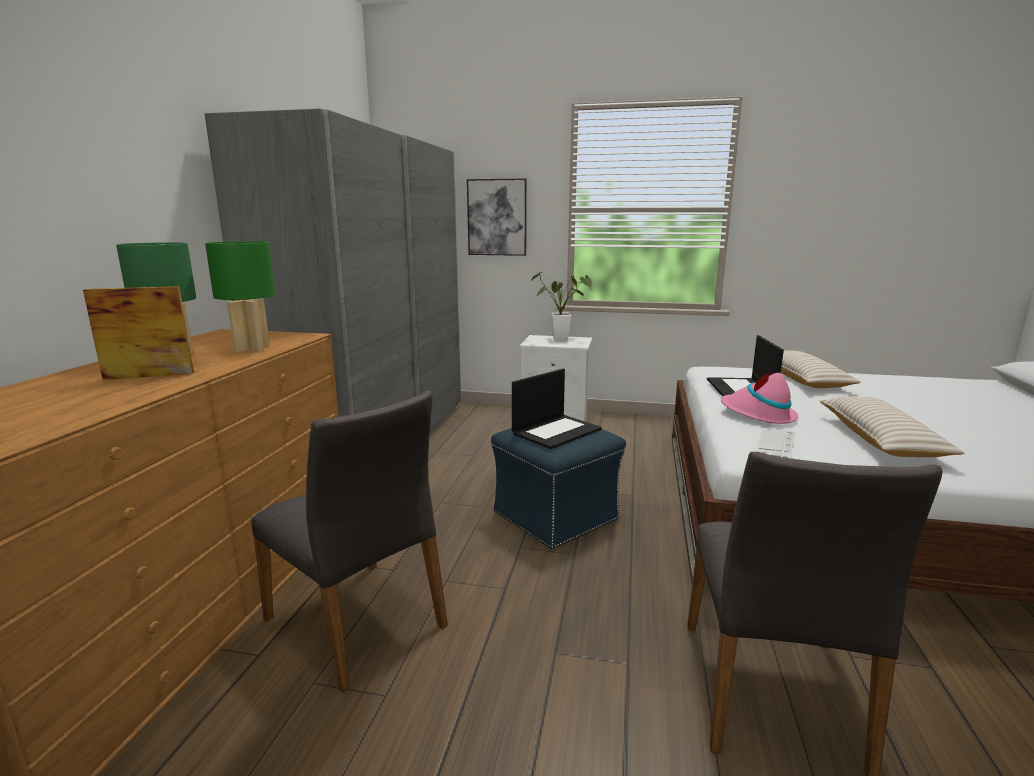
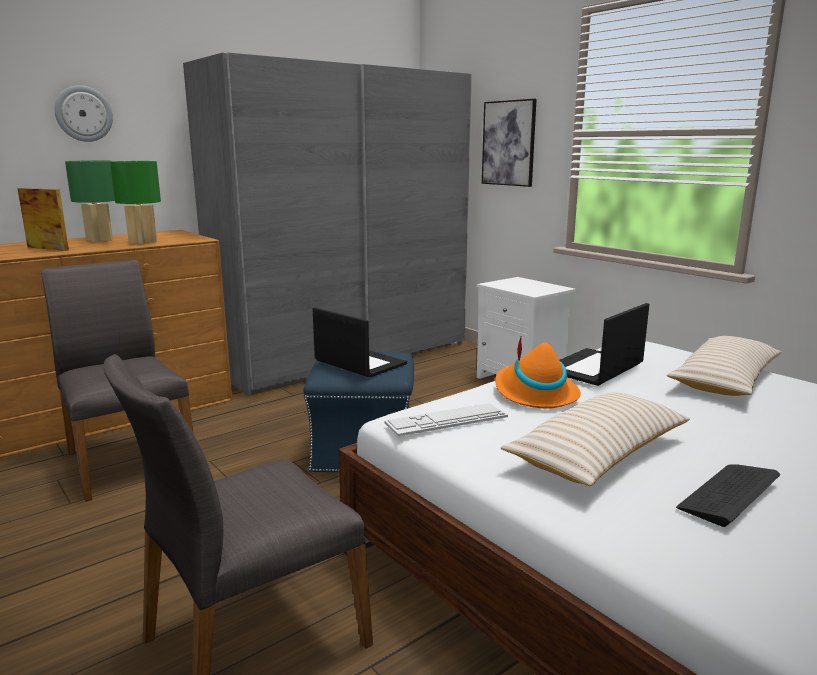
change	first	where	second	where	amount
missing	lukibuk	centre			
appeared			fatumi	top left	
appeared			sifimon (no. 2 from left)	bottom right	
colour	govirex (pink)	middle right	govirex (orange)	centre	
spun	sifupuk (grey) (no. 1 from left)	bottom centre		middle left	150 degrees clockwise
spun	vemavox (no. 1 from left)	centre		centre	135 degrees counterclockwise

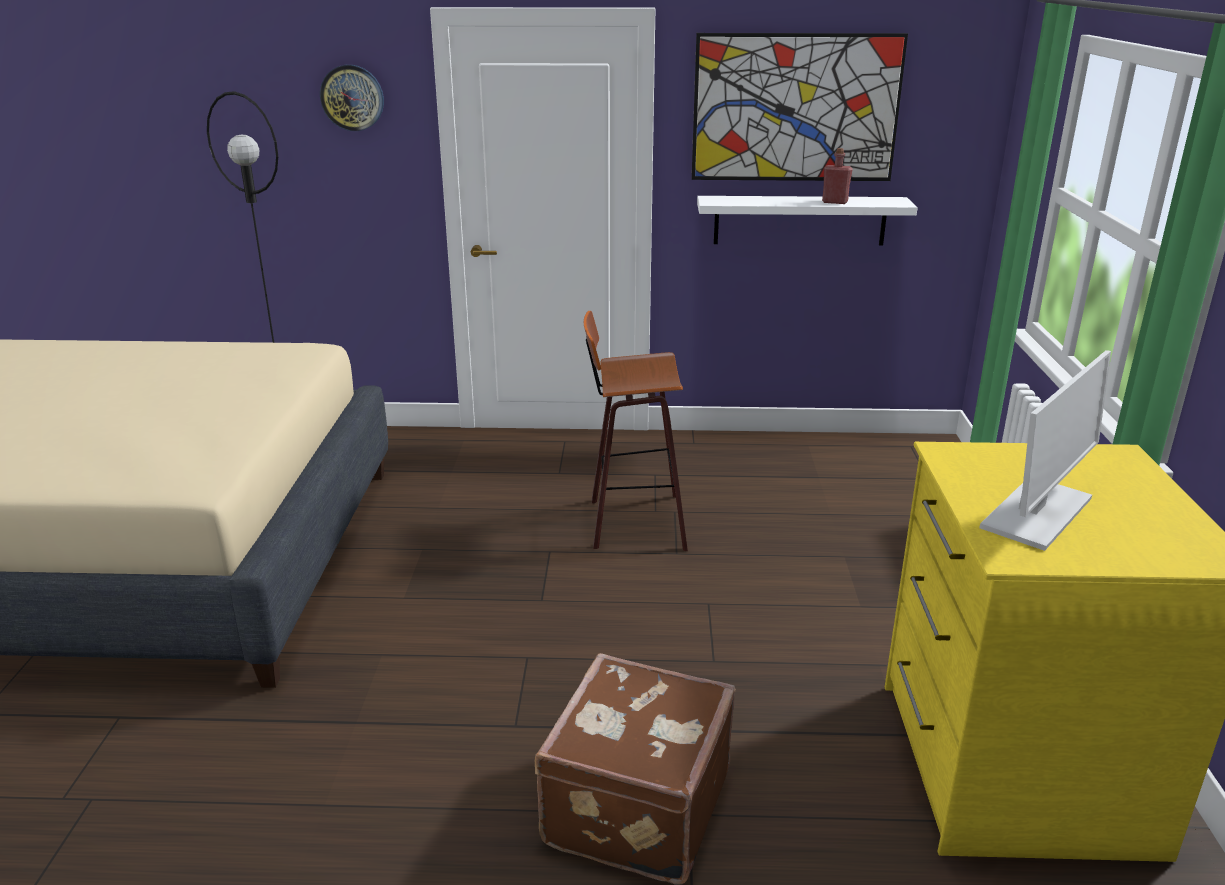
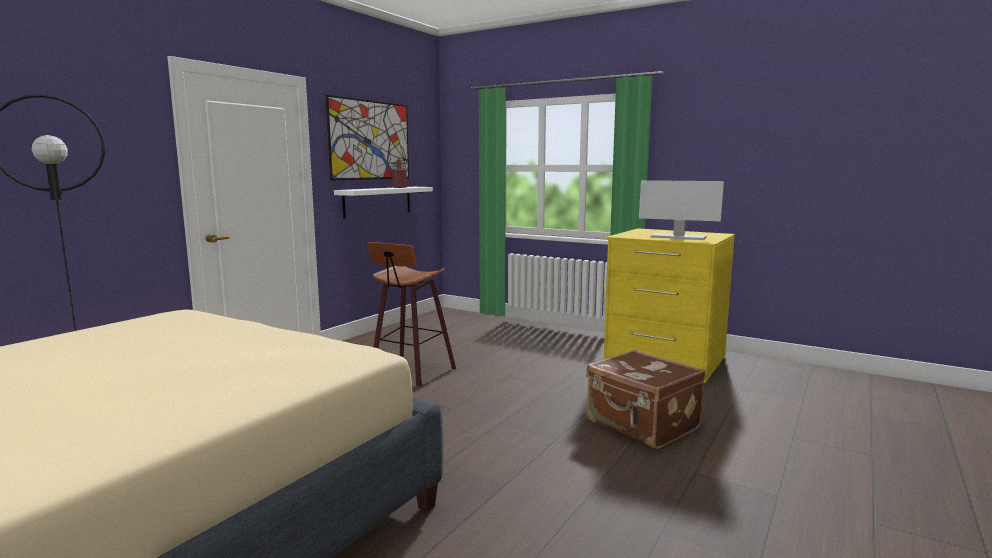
change	first	where	second	where	amount
missing	fatumi	top left			
spun	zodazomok	middle right		middle right	135 degrees clockwise

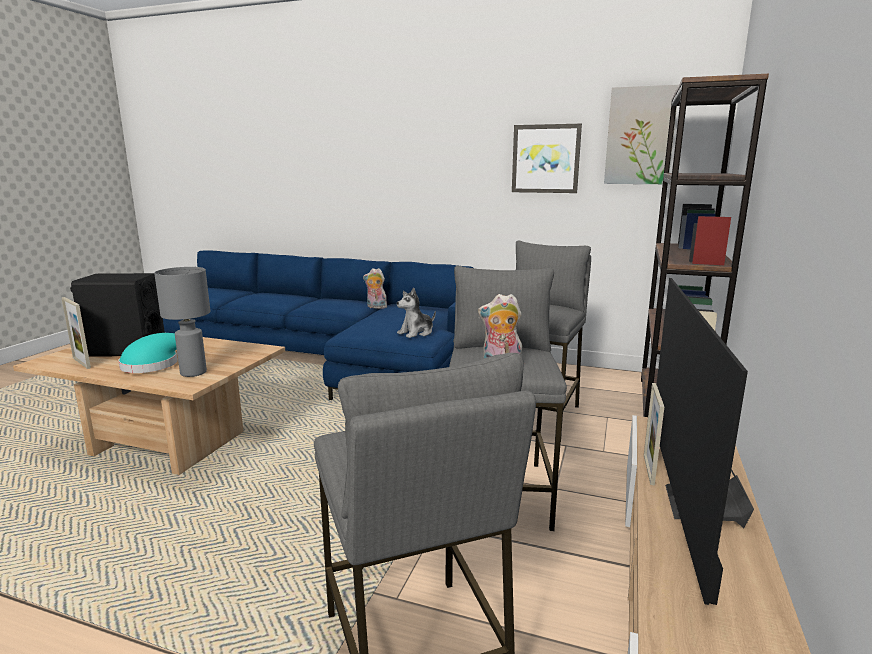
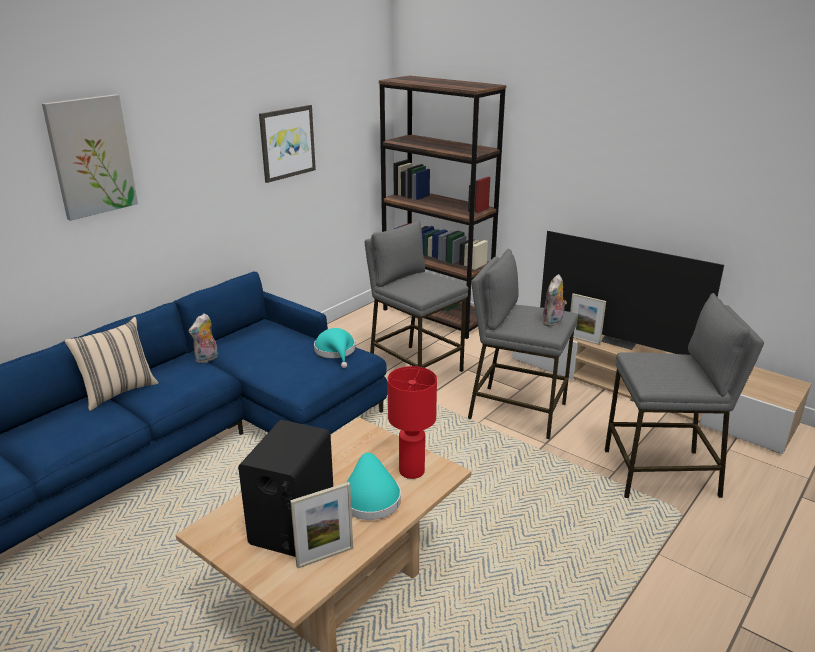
change	first	where	second	where	amount
appeared			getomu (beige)	middle left	
relocated	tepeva (no. 2 from left in the first image)	top right	tepeva (no. 1 from left)	top left	
exchanged	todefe (no. 2 from left)	centre	govirex (turquoise) (no. 1 from left)	centre	
colour	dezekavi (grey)	middle left	dezekavi (red)	centre	

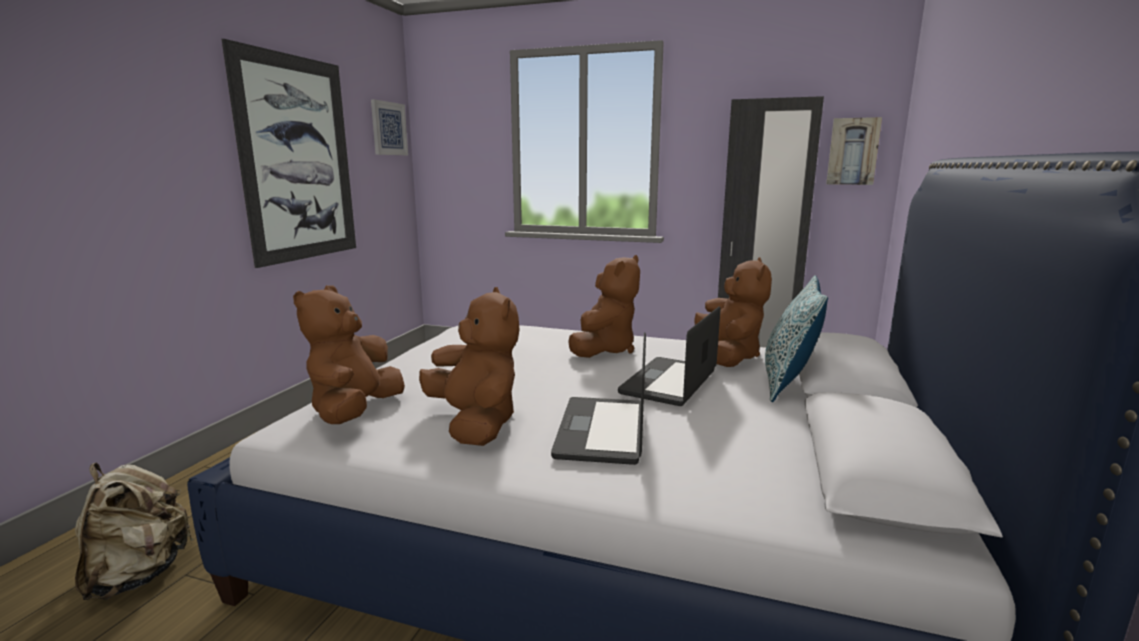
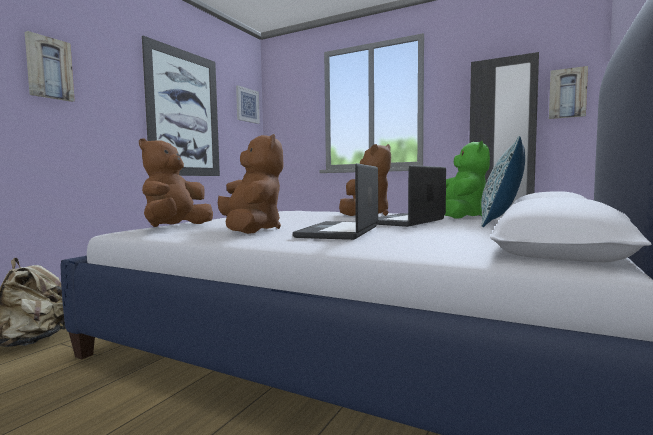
change	first	where	second	where	amount
appeared			tepeva (no. 1 from left)	top left	
colour	todefe (brown) (no. 4 from left)	centre	todefe (green)	middle right	

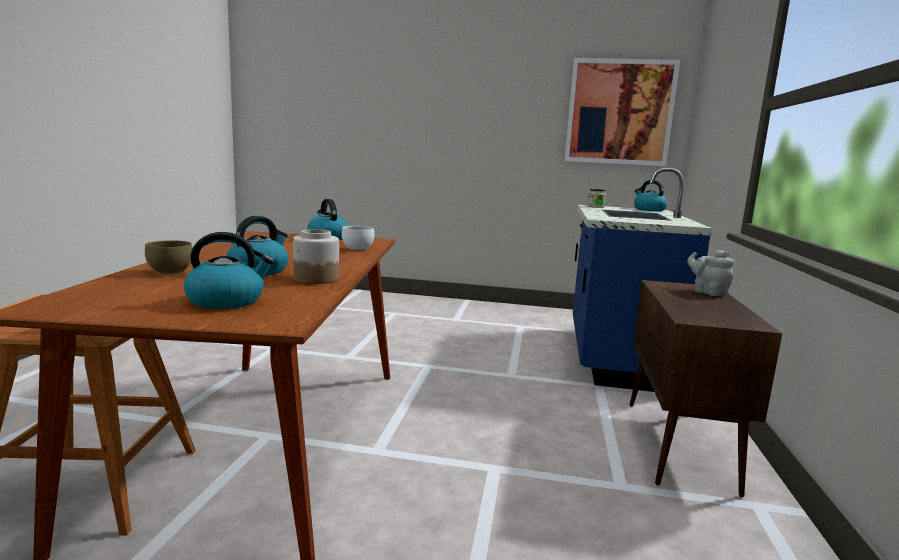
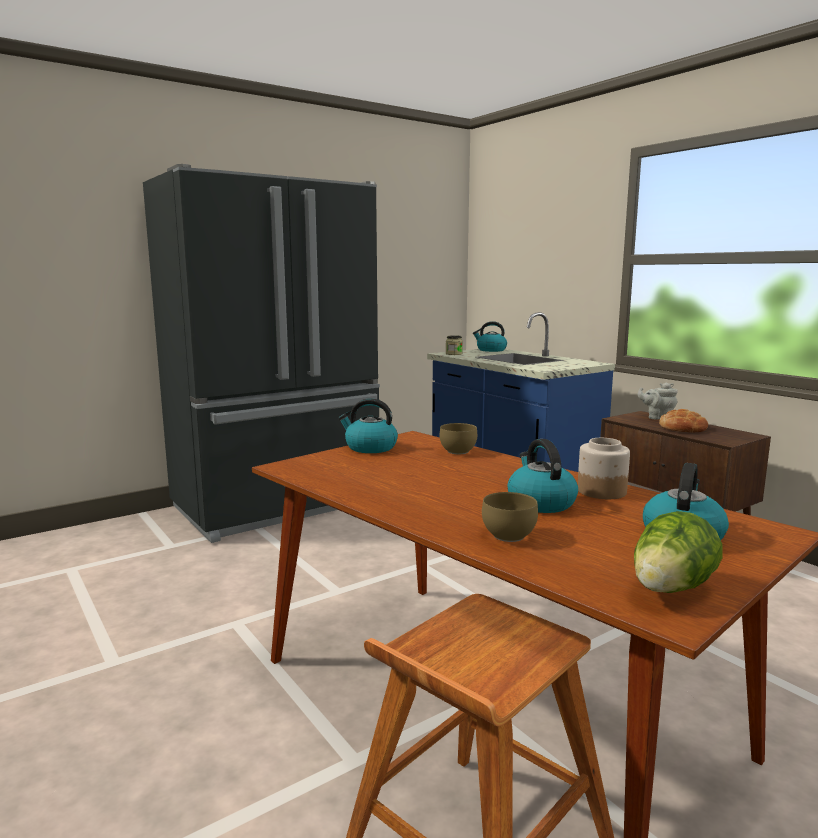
change	first	where	second	where	amount
missing	tepeva	top right			
appeared			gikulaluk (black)	middle left	
appeared			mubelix	middle right	
appeared			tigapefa	middle right	
colour	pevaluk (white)	centre	pevaluk (brown) (no. 1 from left)	centre	

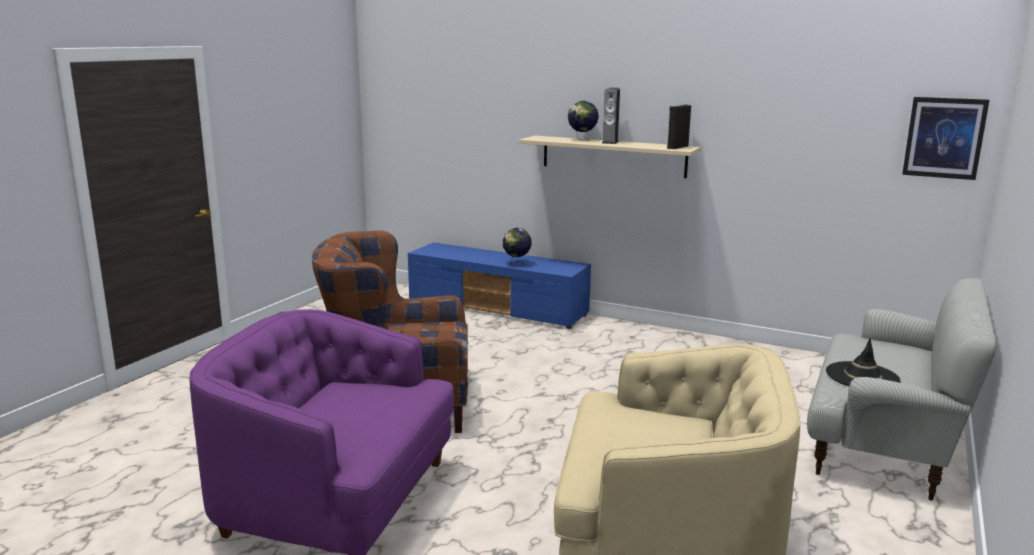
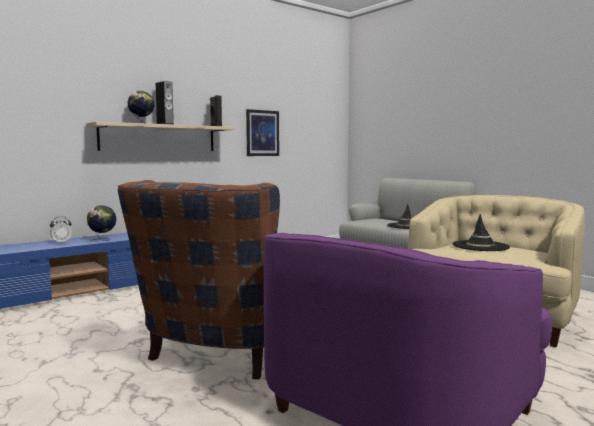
change	first	where	second	where	amount
appeared			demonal	middle left	
appeared			govirex (black) (no. 2 from left)	middle right	
relocated	tepeva	top right		top centre	

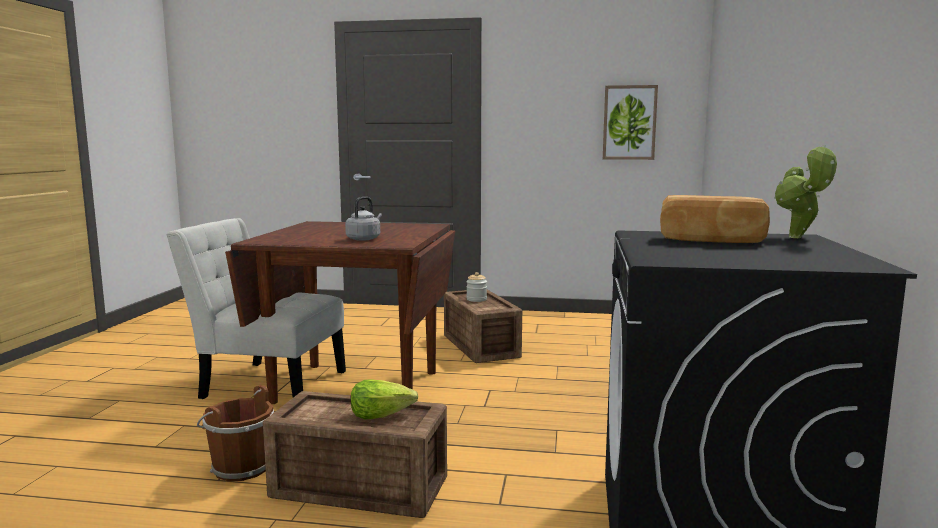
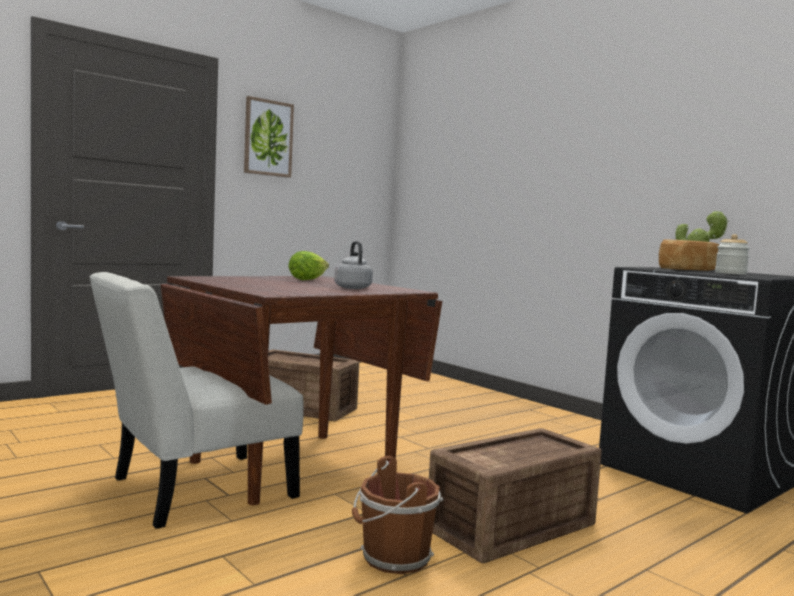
change	first	where	second	where	amount
relocated	mubelix	bottom centre		centre	
relocated	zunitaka	centre		middle right	
relocated	tepeva	top right		top centre	

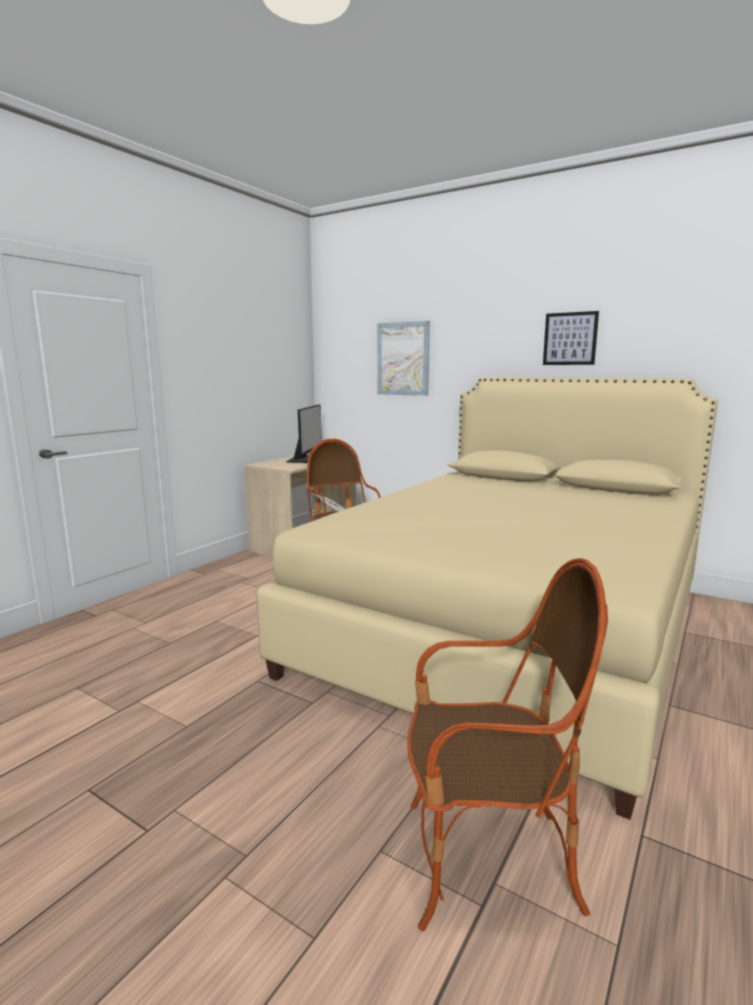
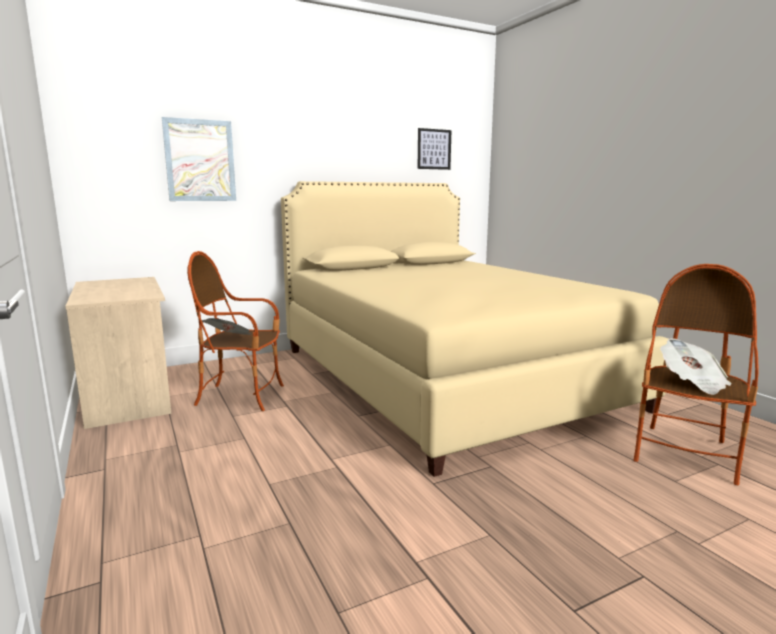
change	first	where	second	where	amount
missing	zodazomok	centre			
appeared			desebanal (no. 2 from left)	middle right	
relocated	tepeva (no. 2 from left)	middle right		top centre	

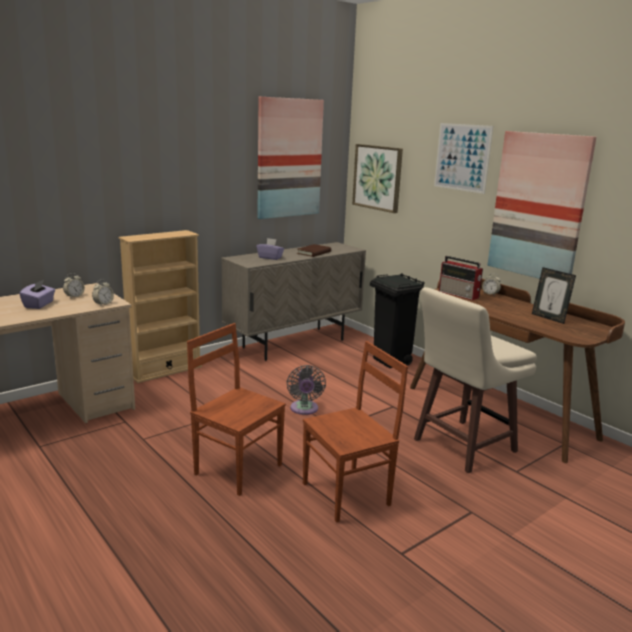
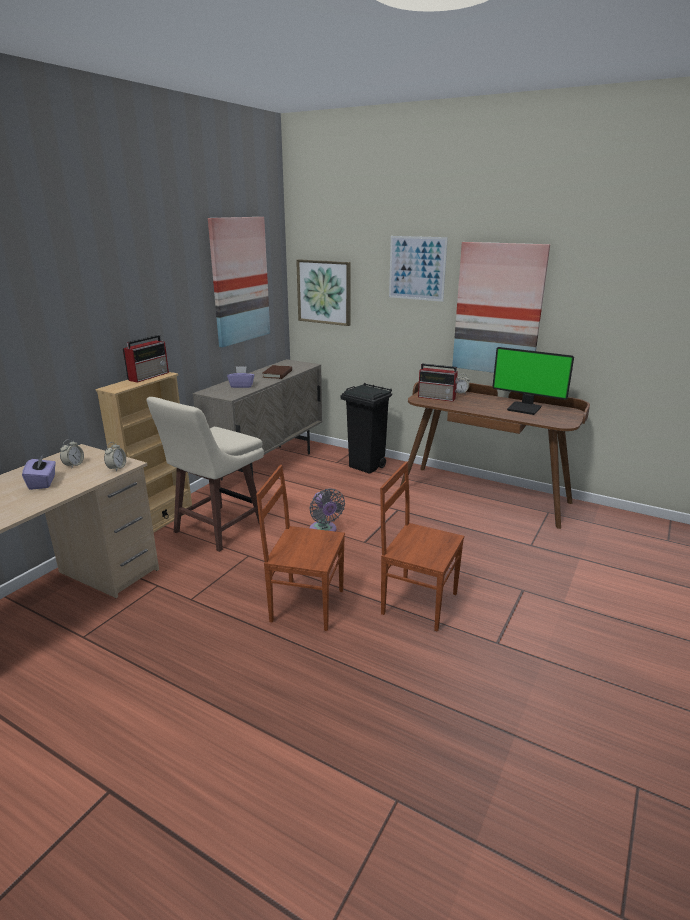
change	first	where	second	where	amount
appeared			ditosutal (no. 1 from left)	middle left	
relocated	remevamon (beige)	middle right		middle left	
exchanged	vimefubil	middle right	zodazomok	middle right	
spun	sifupuk (brown) (no. 2 from left)	bottom centre		centre	105 degrees counterclockwise

